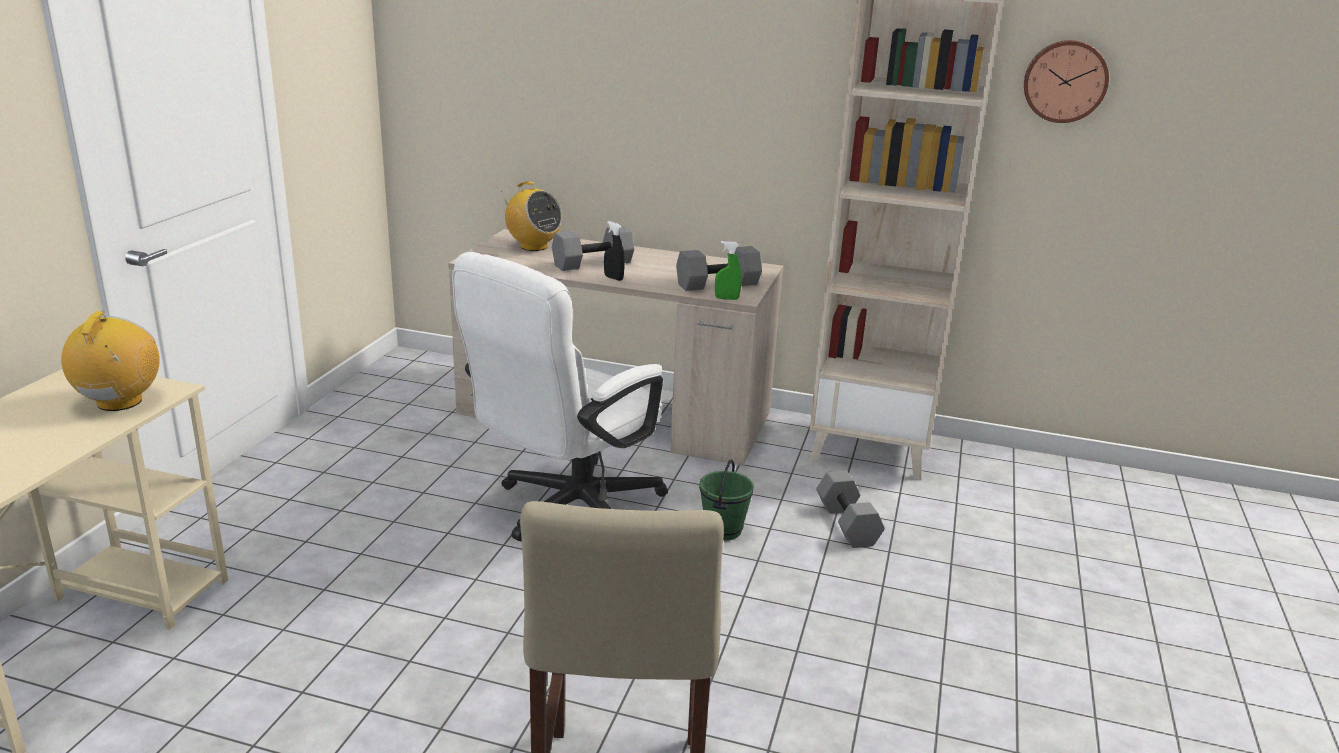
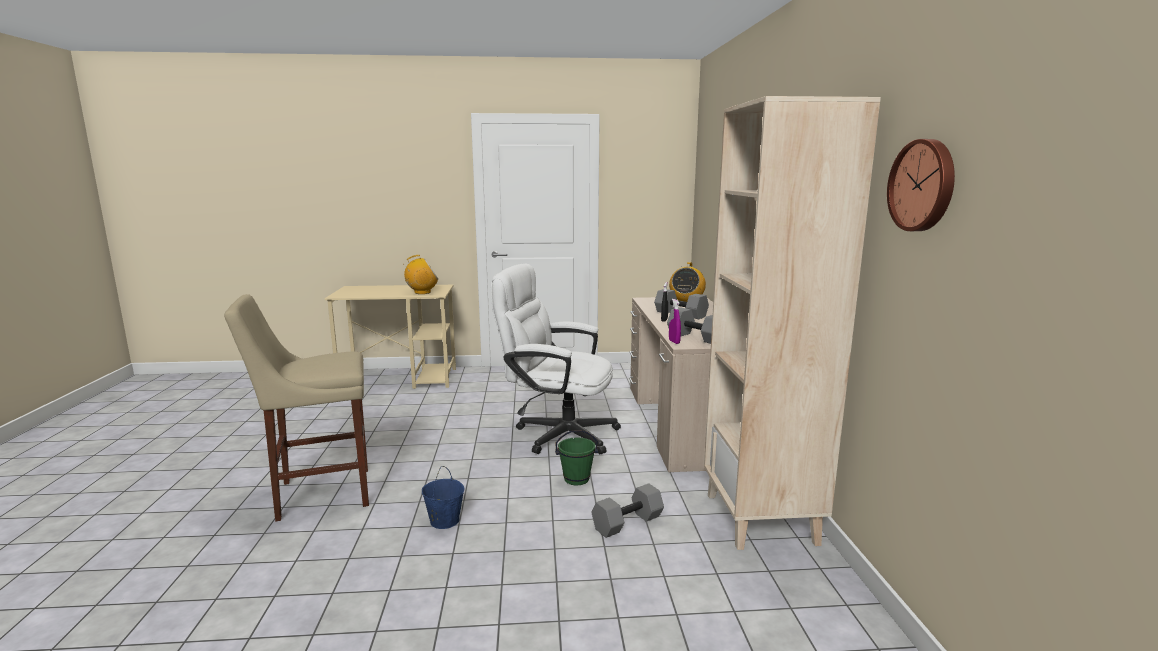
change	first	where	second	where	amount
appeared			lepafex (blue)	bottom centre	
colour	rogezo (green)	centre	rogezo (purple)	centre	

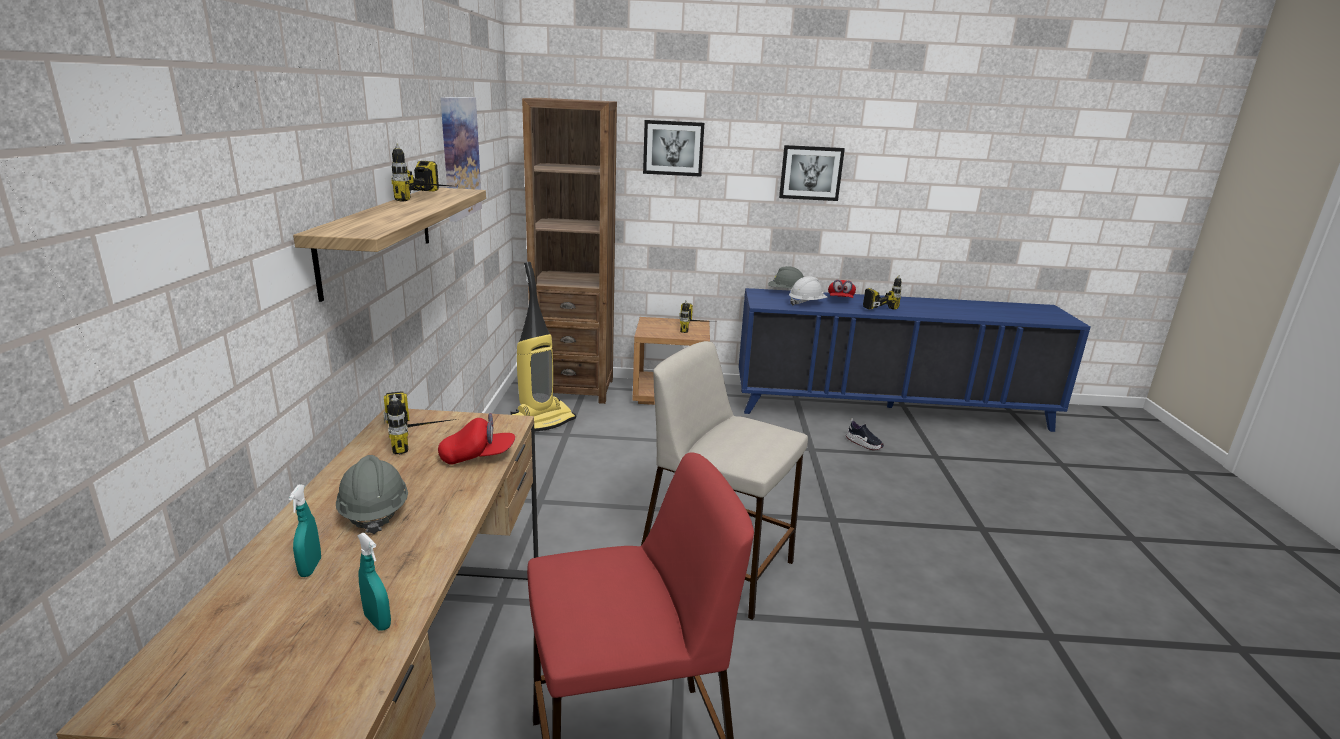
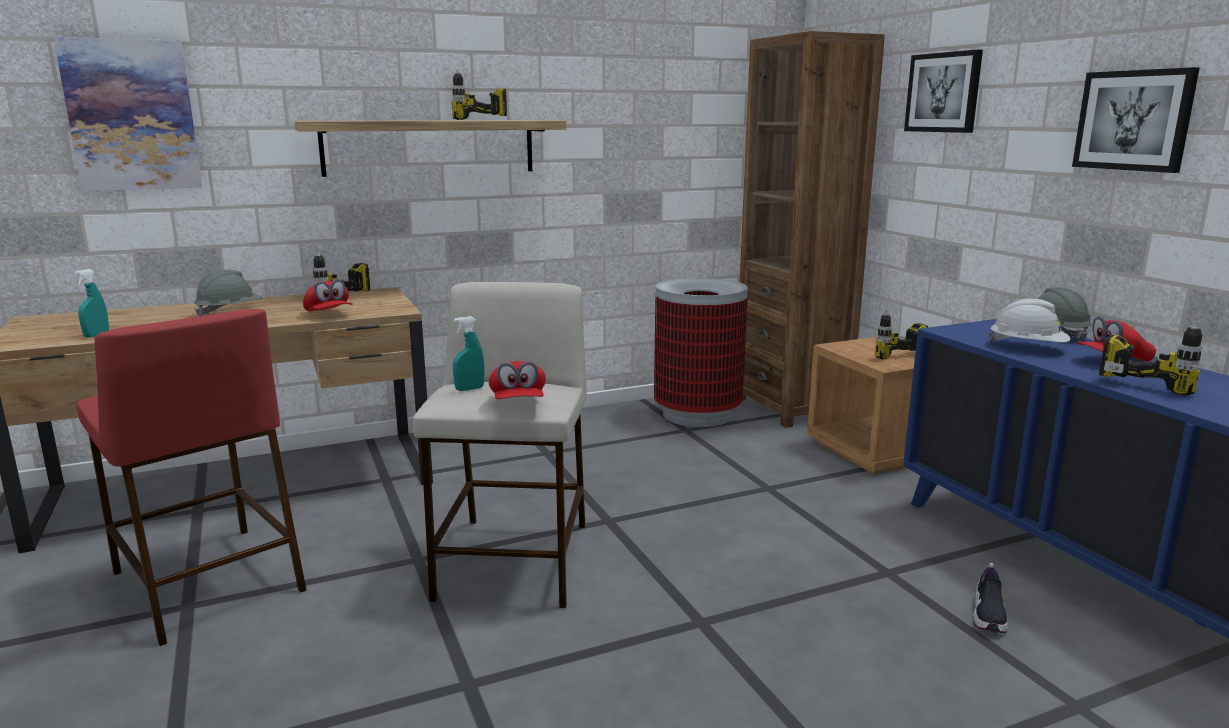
change	first	where	second	where	amount
appeared			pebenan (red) (no. 2 from left)	centre	
relocated	rogezo (turquoise) (no. 1 from left in the first image)	bottom left	rogezo (turquoise) (no. 2 from left)	centre	
relocated	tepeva (no. 1 from left)	top centre		top left	
exchanged	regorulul	centre	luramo	centre	

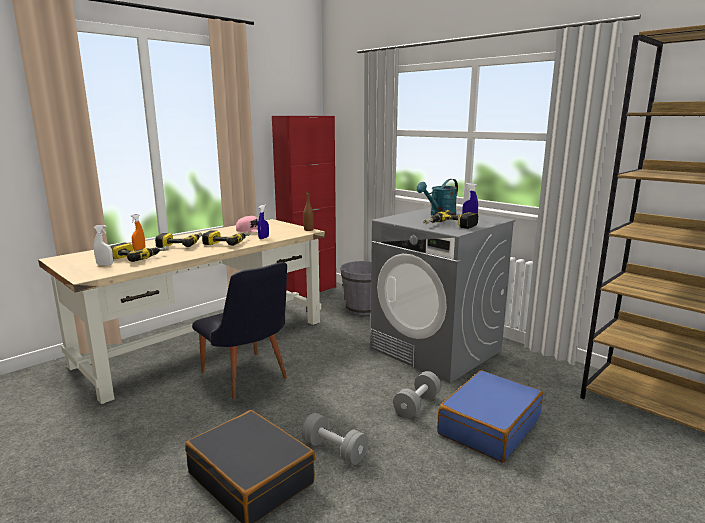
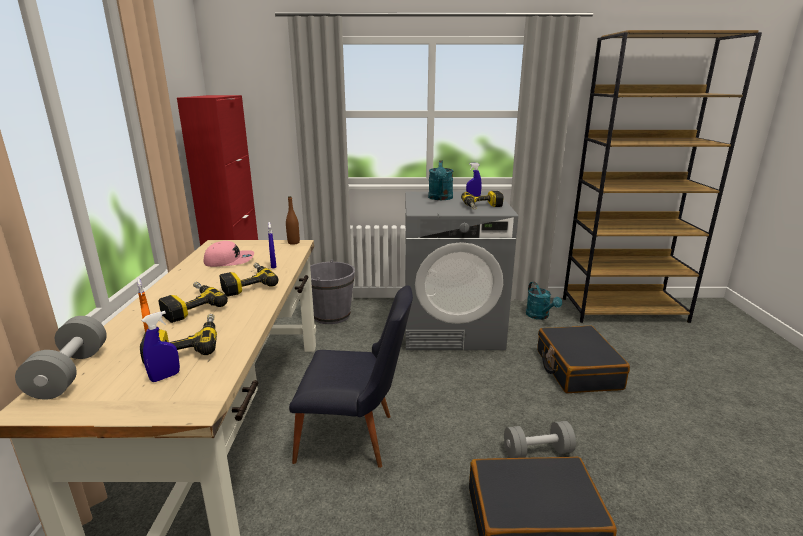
change	first	where	second	where	amount
appeared			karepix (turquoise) (no. 2 from left)	middle right	
relocated	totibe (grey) (no. 2 from left in the first image)	bottom centre	totibe (grey) (no. 1 from left)	bottom left	
colour	rogezo (white)	middle left	rogezo (blue) (no. 1 from left)	middle left	
colour	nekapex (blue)	bottom right	nekapex (black) (no. 2 from left)	bottom right	

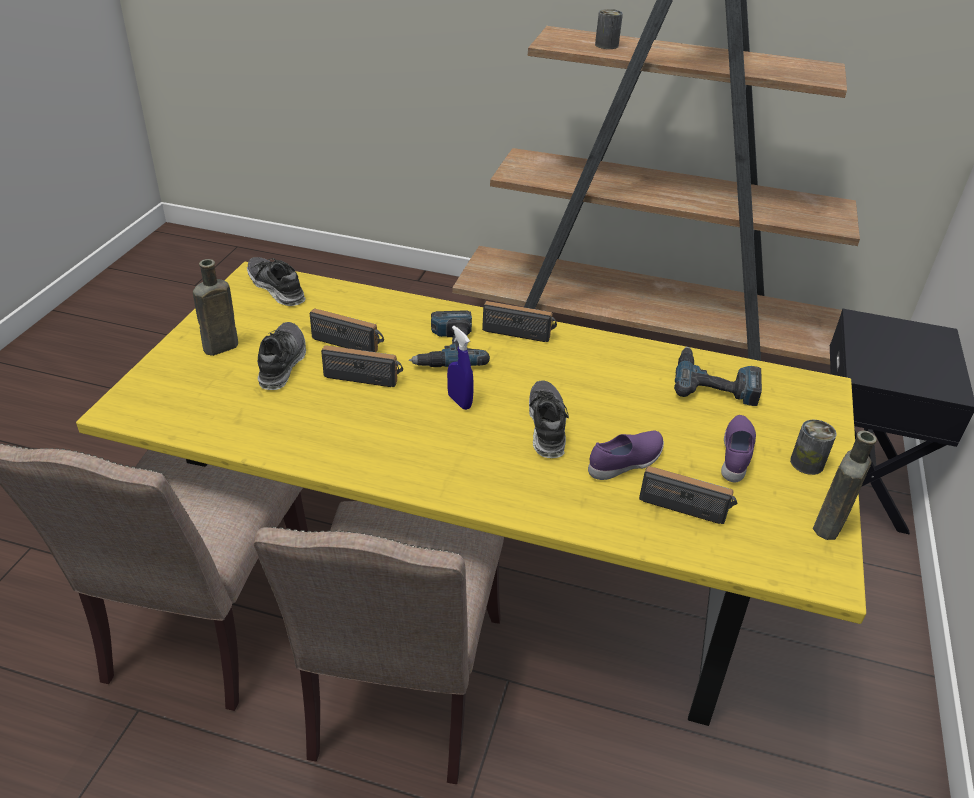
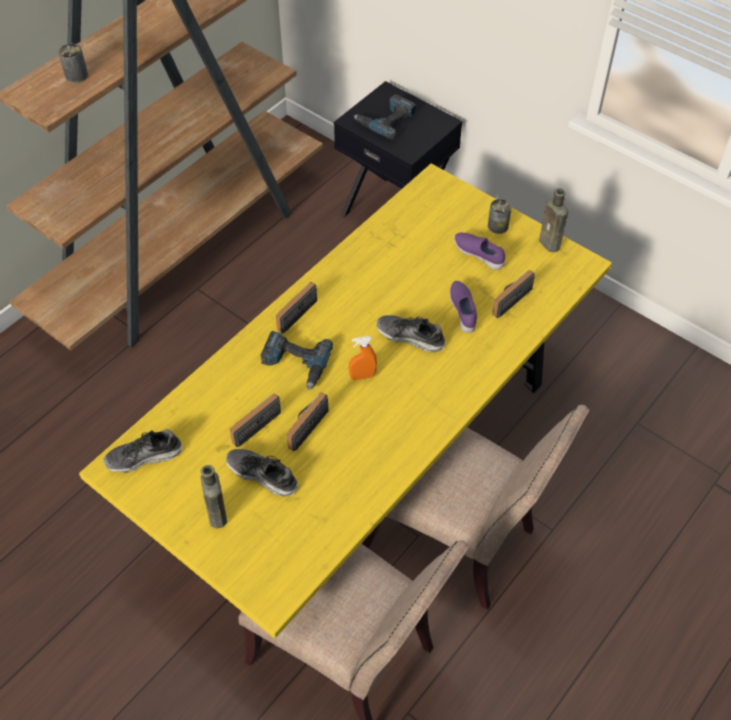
change	first	where	second	where	amount
relocated	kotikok (no. 2 from left)	middle right		top centre	
colour	rogezo (blue)	centre	rogezo (orange)	centre	

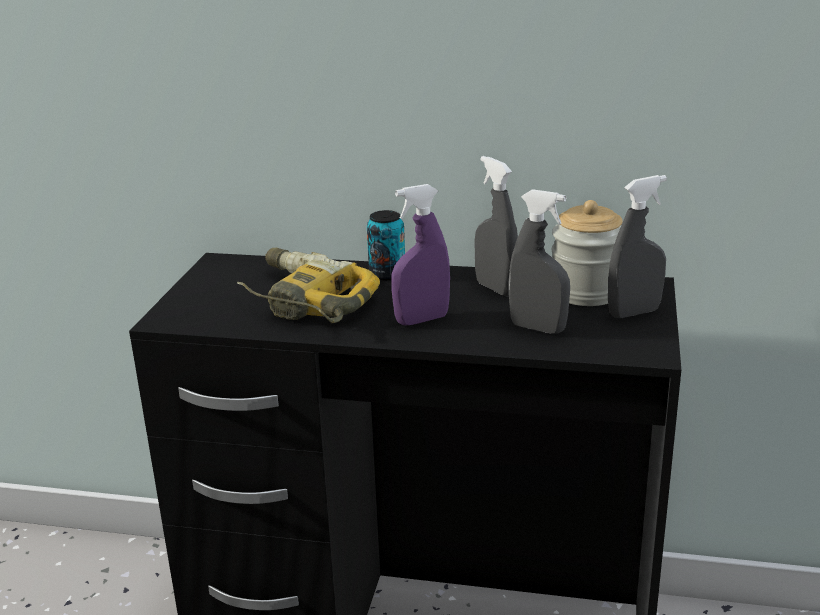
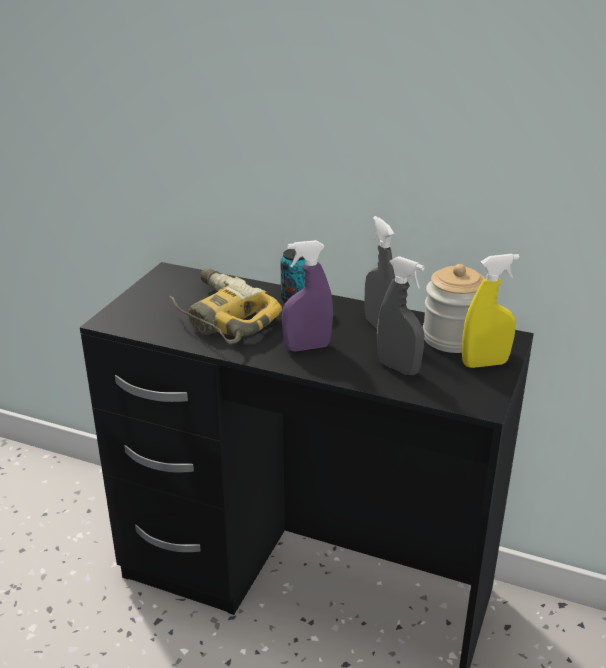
change	first	where	second	where	amount
colour	rogezo (grey) (no. 3 from left)	middle right	rogezo (yellow)	middle right	

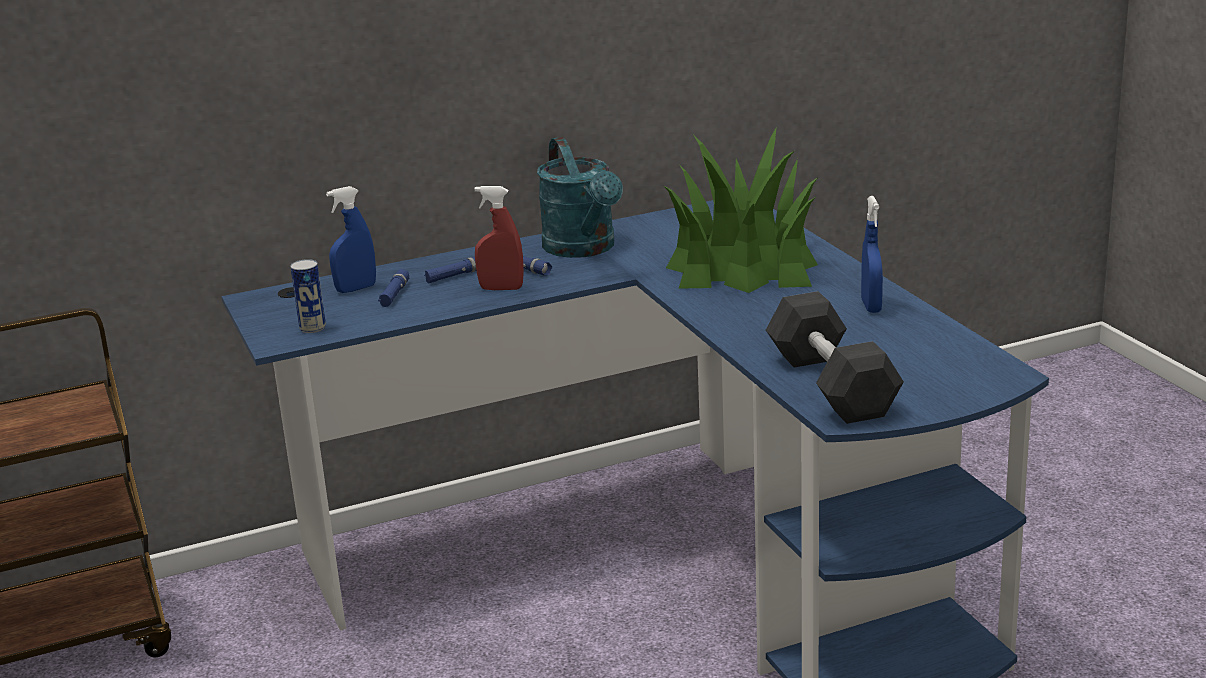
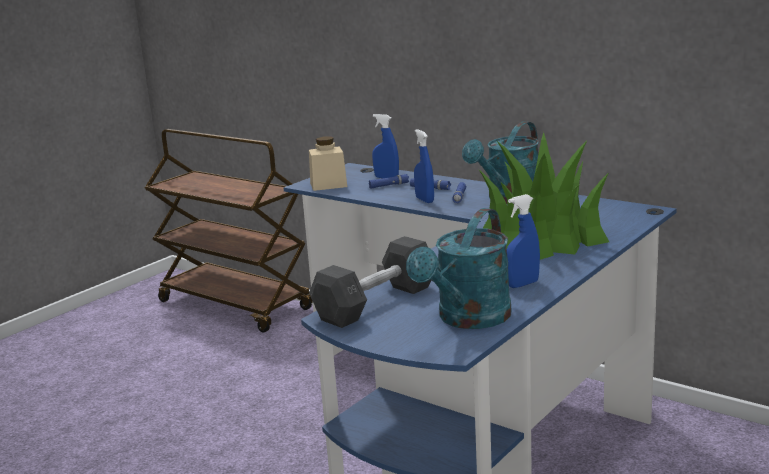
change	first	where	second	where	amount
appeared			karepix (turquoise) (no. 1 from left)	centre	
exchanged	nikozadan	middle left	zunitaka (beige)	centre	
colour	rogezo (red)	centre	rogezo (blue) (no. 2 from left)	centre	

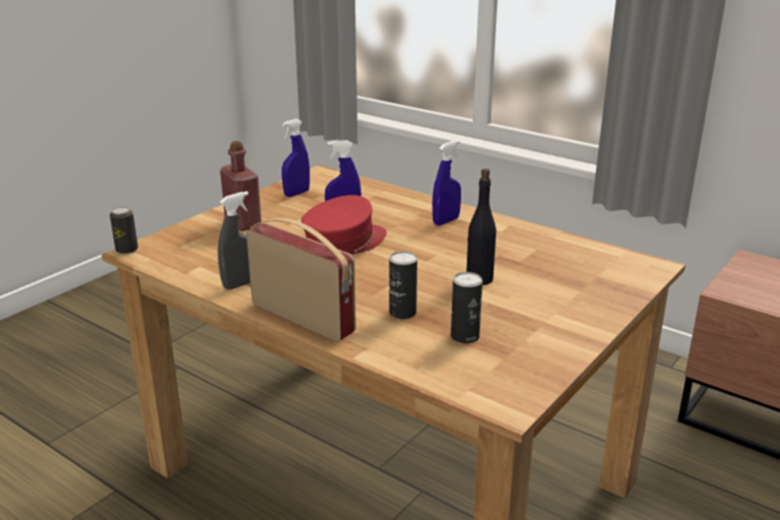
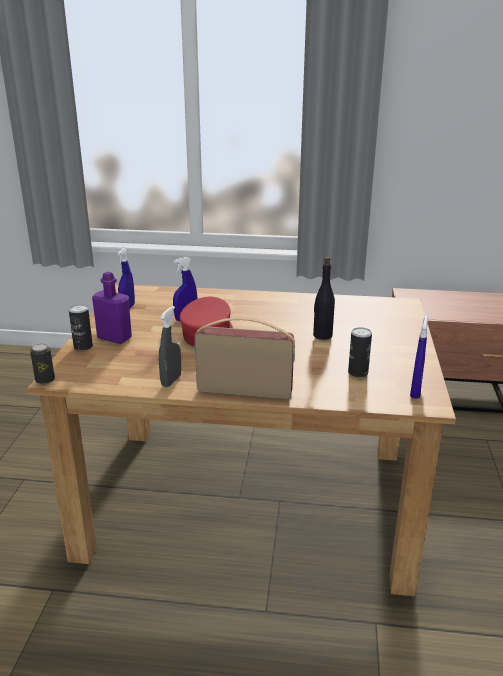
change	first	where	second	where	amount
relocated	nikozadan (no. 2 from left)	centre		middle left	
relocated	rogezo (blue) (no. 3 from left)	centre		middle right	
colour	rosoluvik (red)	middle left	rosoluvik (purple)	middle left	

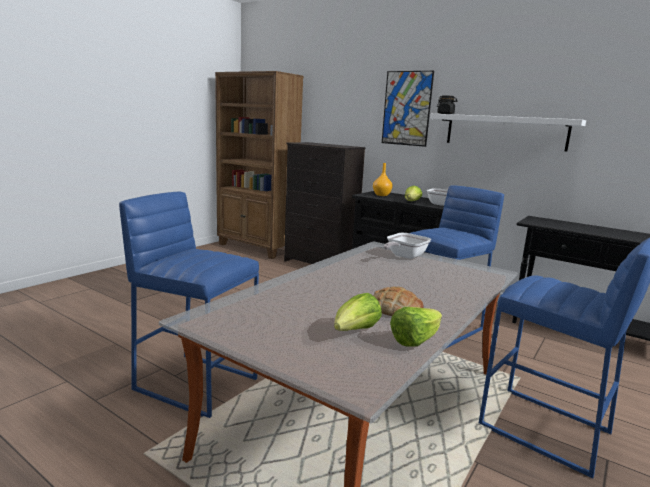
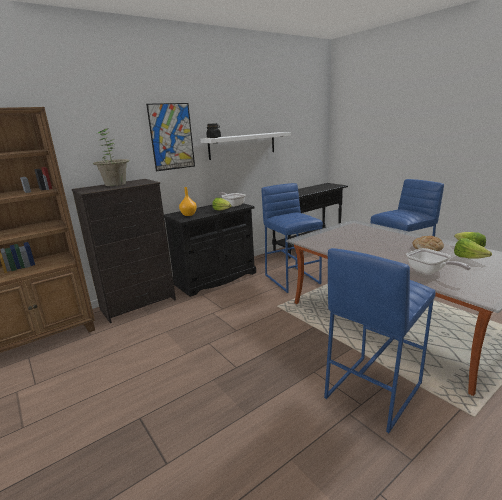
change	first	where	second	where	amount
appeared			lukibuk	top left	
relocated	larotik (no. 1 from left in the first image)	centre	larotik (no. 2 from left)	middle right	

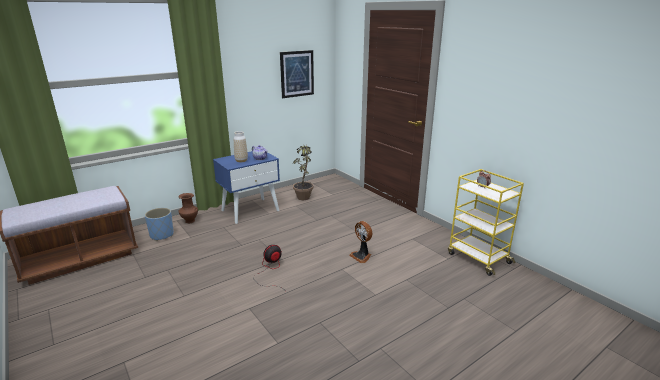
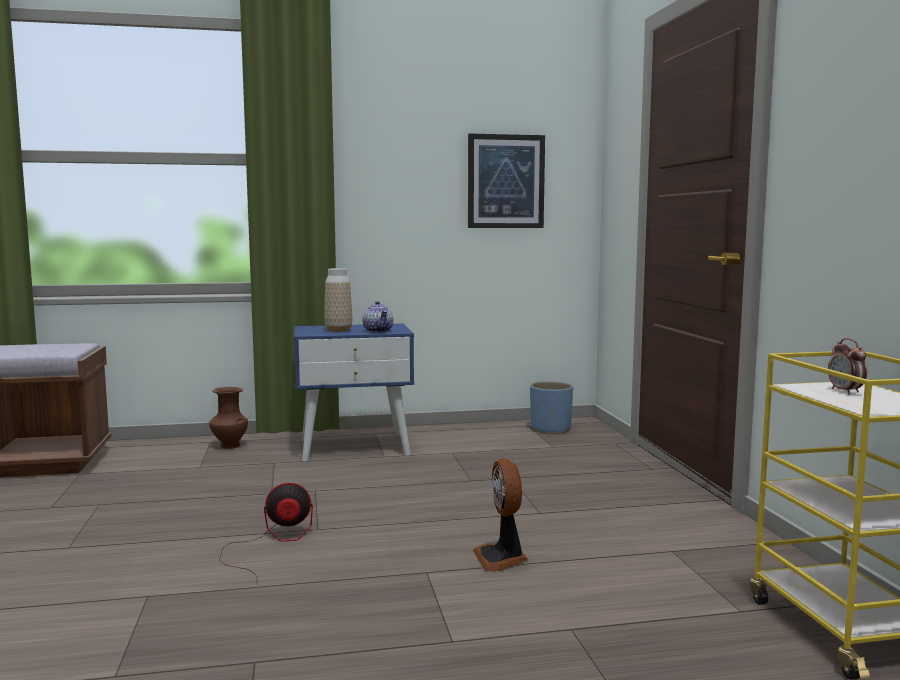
change	first	where	second	where	amount
missing	lukibuk	centre			
relocated	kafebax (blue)	middle left		centre	

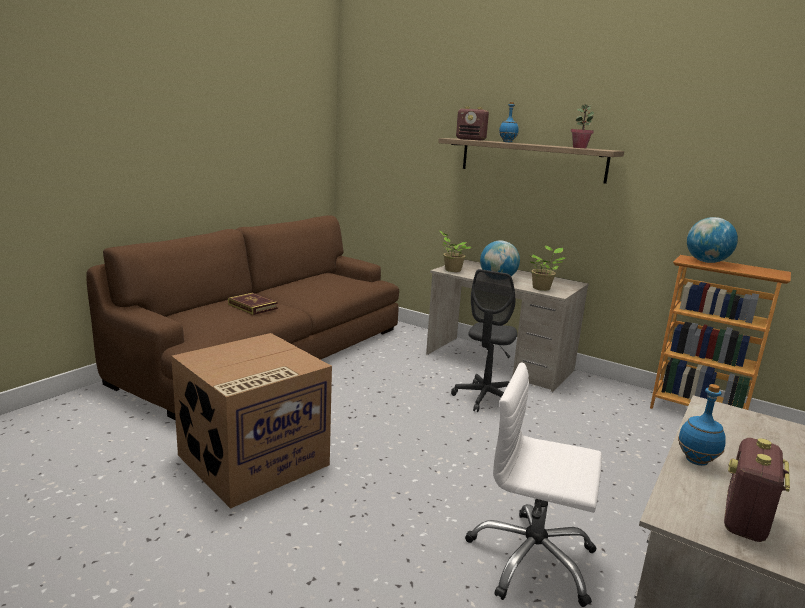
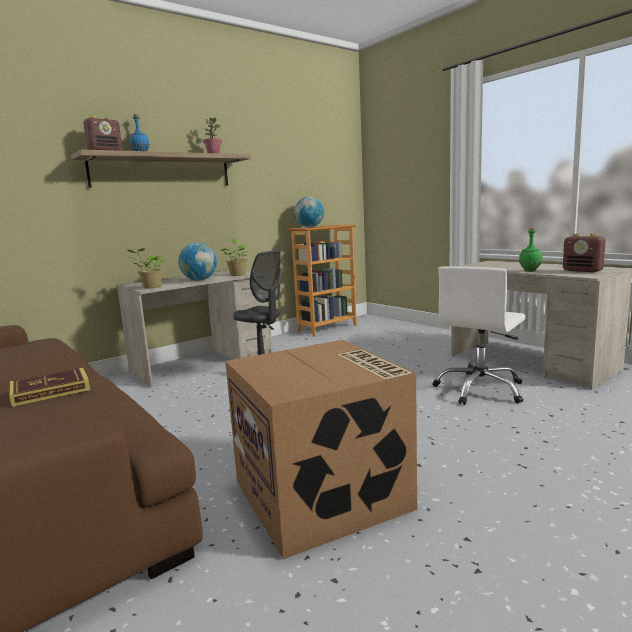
change	first	where	second	where	amount
colour	rosoluvik (blue) (no. 2 from left)	bottom right	rosoluvik (green)	middle right	

